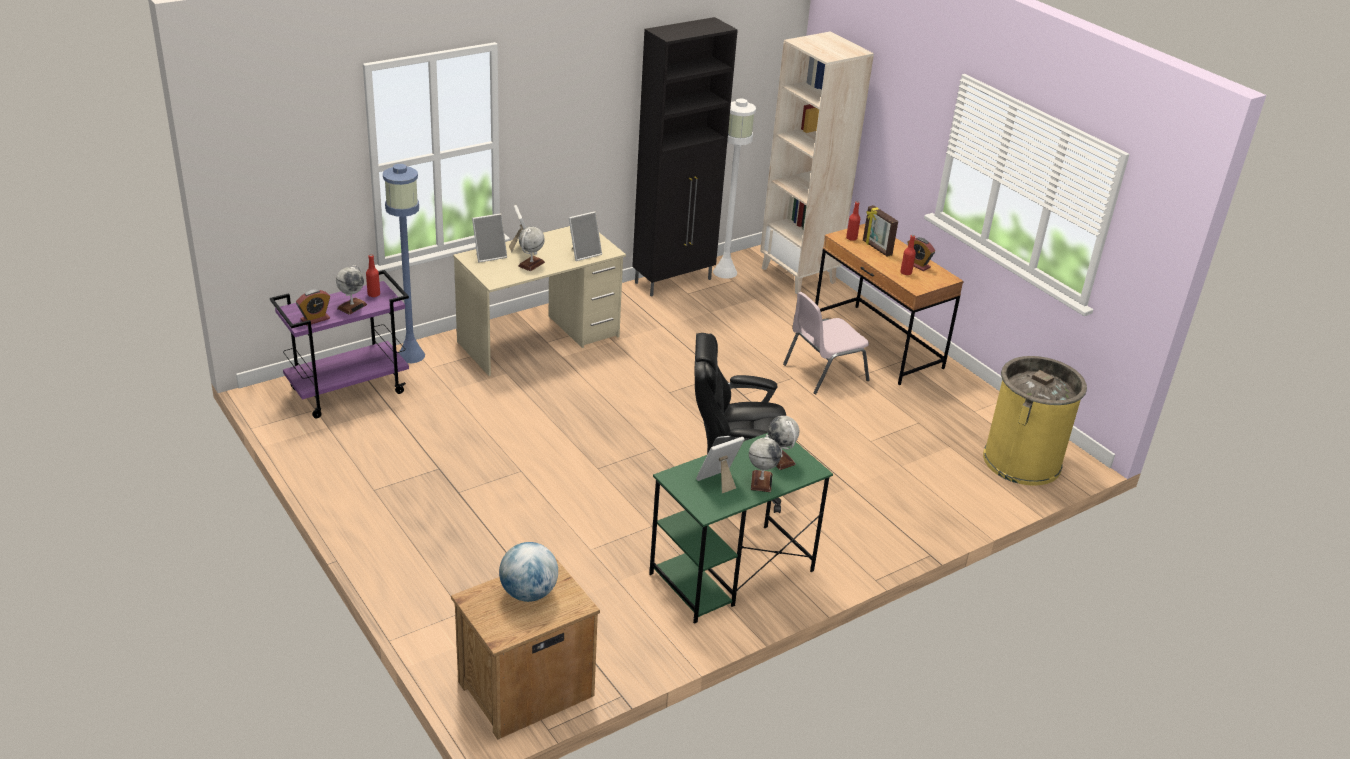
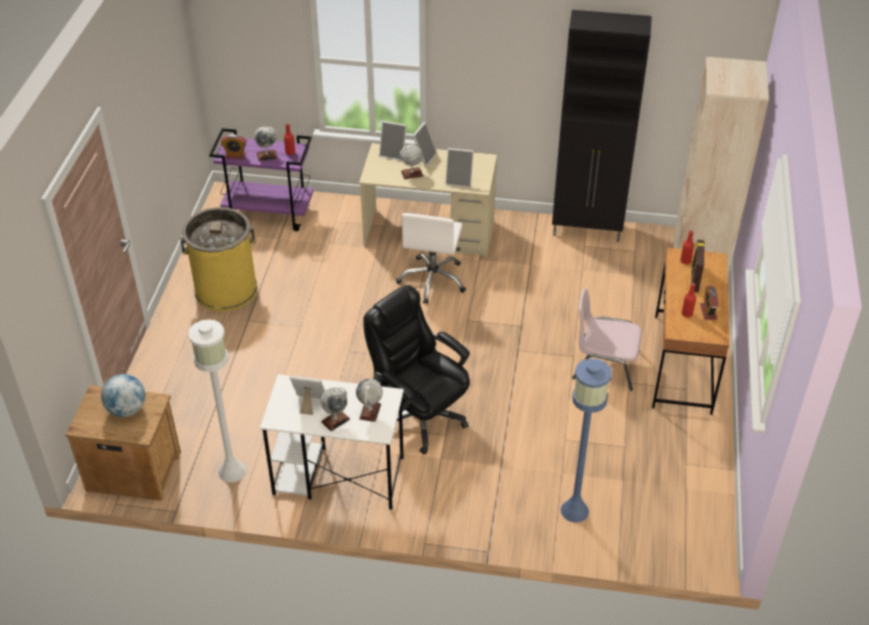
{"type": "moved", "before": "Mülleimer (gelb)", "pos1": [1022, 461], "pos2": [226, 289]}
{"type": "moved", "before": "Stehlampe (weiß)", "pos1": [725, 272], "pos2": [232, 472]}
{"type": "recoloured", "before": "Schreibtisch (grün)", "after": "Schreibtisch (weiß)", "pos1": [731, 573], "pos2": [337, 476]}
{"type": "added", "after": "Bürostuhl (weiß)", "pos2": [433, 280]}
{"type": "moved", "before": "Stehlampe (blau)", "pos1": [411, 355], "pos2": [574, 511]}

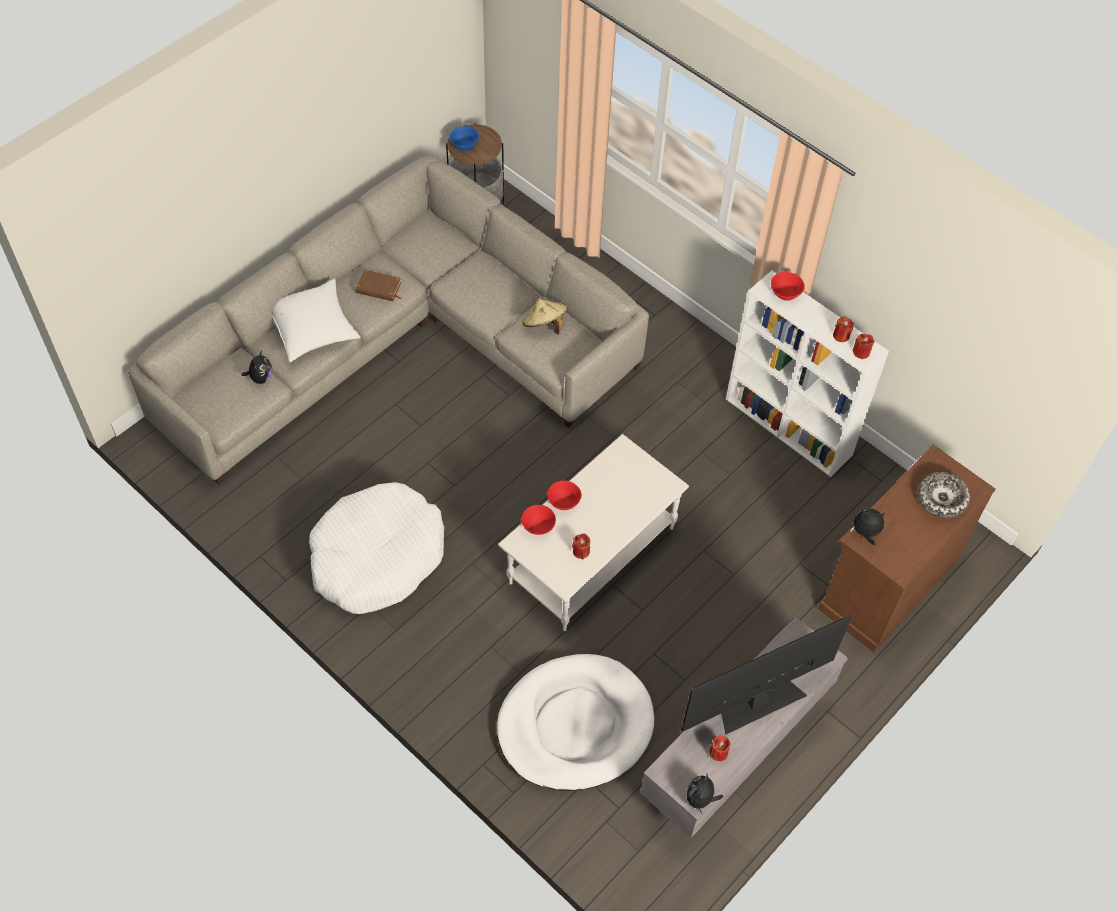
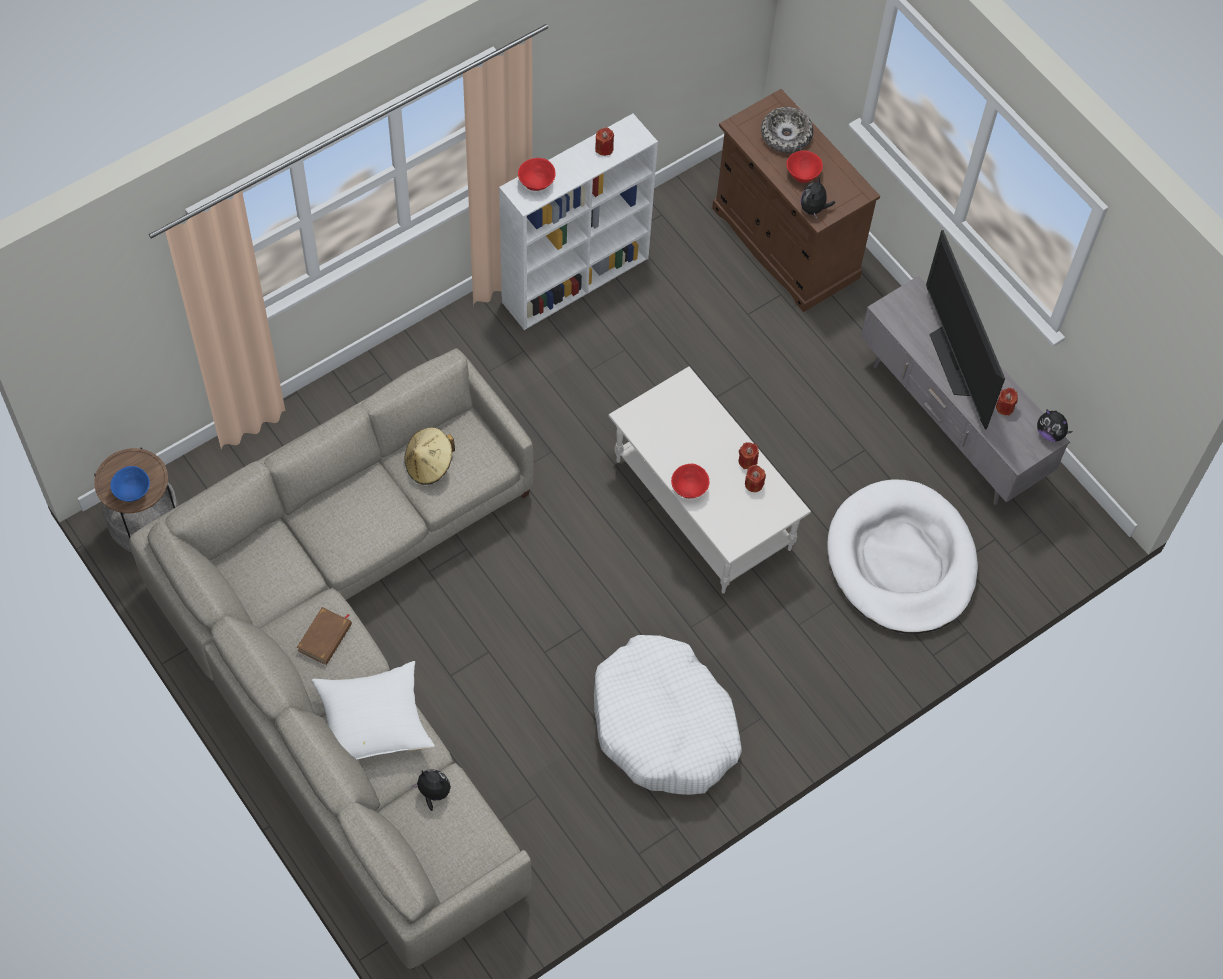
{"type": "moved", "before": "Kerze (rot)", "pos1": [861, 352], "pos2": [747, 461]}
{"type": "moved", "before": "Schüssel (rot)", "pos1": [538, 528], "pos2": [803, 174]}

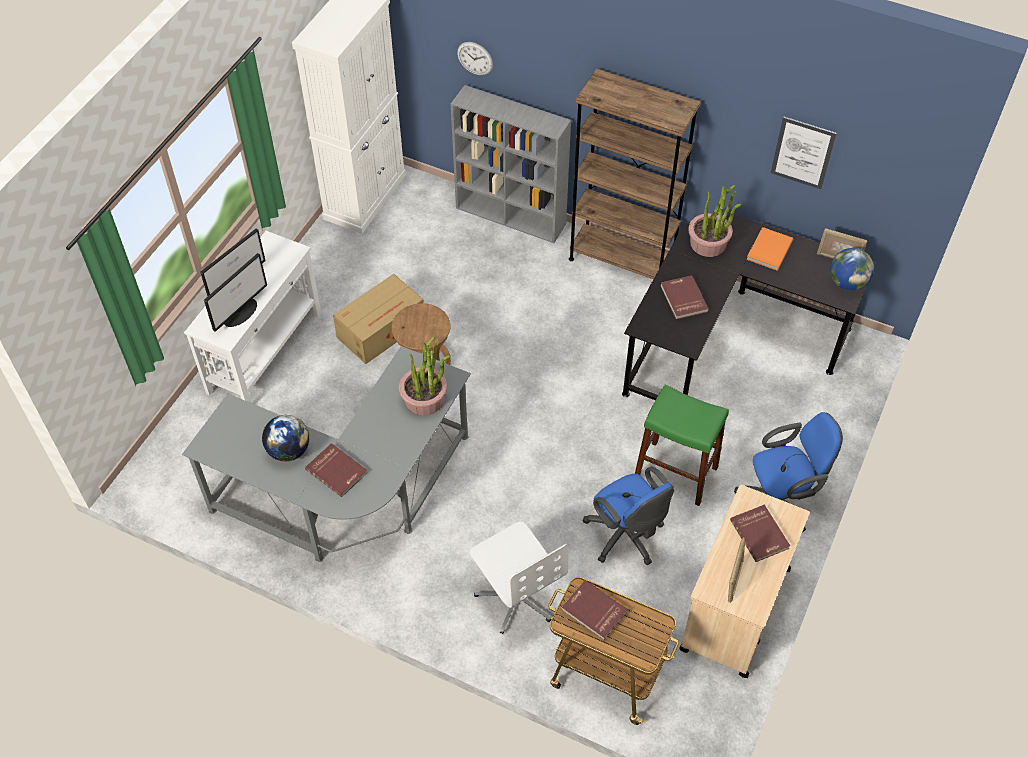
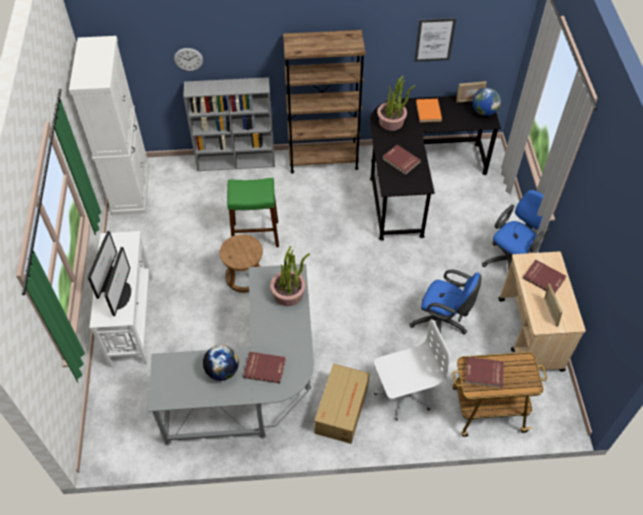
{"type": "moved", "before": "Hocker (grün)", "pos1": [675, 472], "pos2": [255, 234]}
{"type": "moved", "before": "Karton", "pos1": [382, 329], "pos2": [342, 408]}
{"type": "turned", "before": "Bürostuhl (weiß)", "pos1": [517, 596], "pos2": [403, 393], "turn": -45}

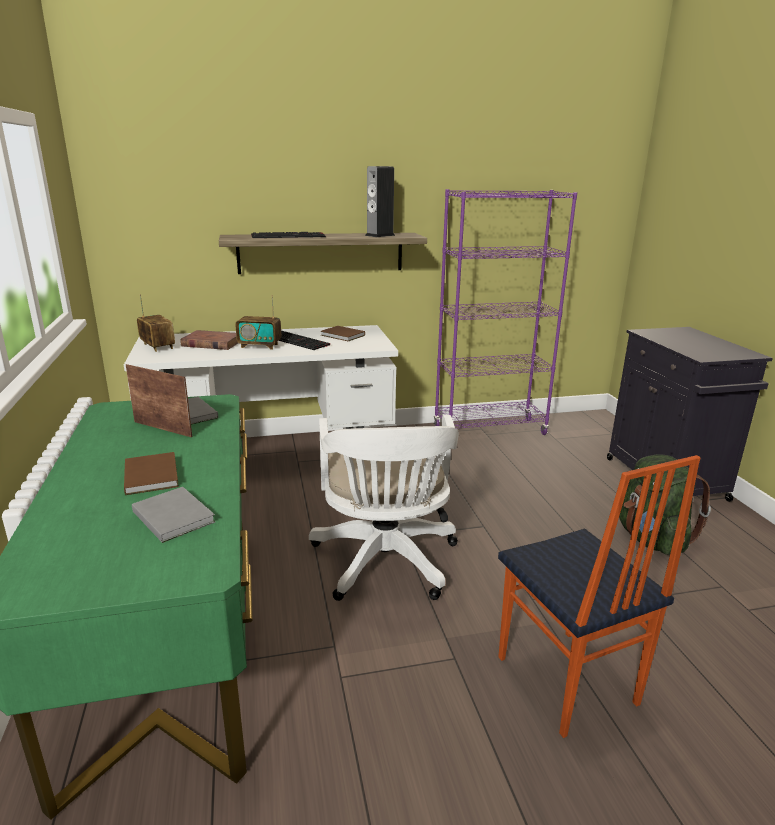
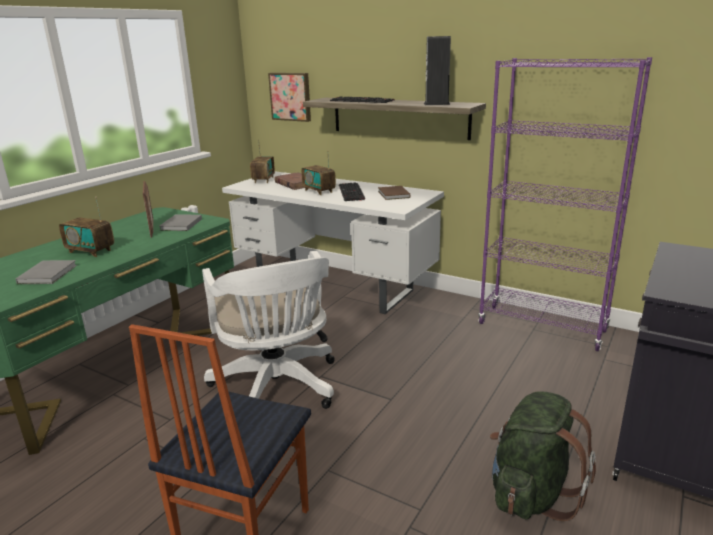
{"type": "replaced", "before": "Buch (braun)", "after": "Radio", "pos1": [152, 475], "pos2": [90, 251]}
{"type": "turned", "before": "Bürostuhl (weiß)", "pos1": [385, 564], "pos2": [277, 389], "turn": -60}
{"type": "added", "after": "Bild", "pos2": [291, 96]}

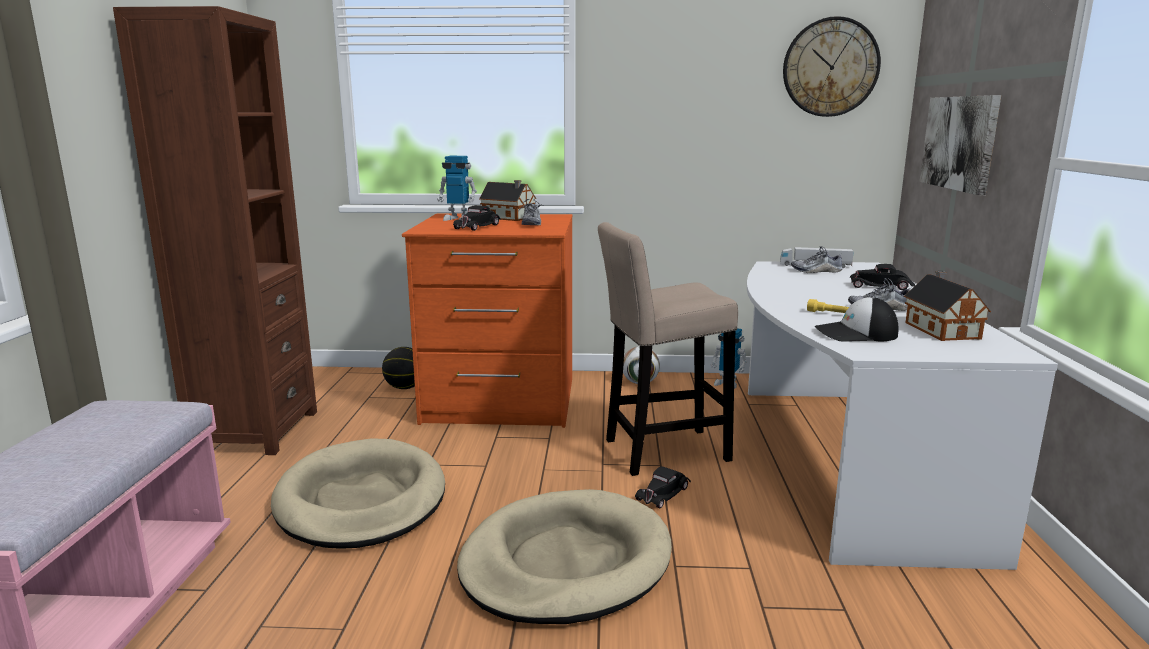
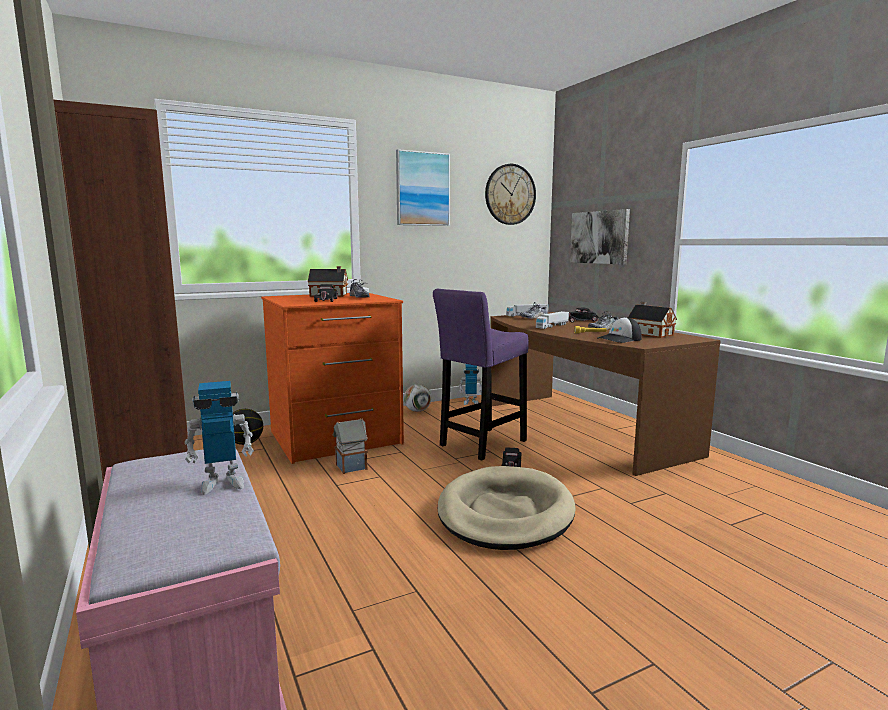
{"type": "moved", "before": "Spielzeugroboter", "pos1": [458, 219], "pos2": [222, 483]}
{"type": "added", "after": "Spielzeughaus", "pos2": [350, 467]}
{"type": "added", "after": "Bild", "pos2": [422, 189]}
{"type": "recoloured", "before": "Hocker (beige)", "after": "Hocker (lila)", "pos1": [660, 451], "pos2": [480, 444]}
{"type": "recoloured", "before": "Schreibtisch (weiß)", "after": "Schreibtisch (braun)", "pos1": [838, 460], "pos2": [578, 429]}
{"type": "added", "after": "Spielzeuglaster", "pos2": [552, 326]}
{"type": "removed", "before": "Hundebett (beige)", "pos1": [361, 500]}

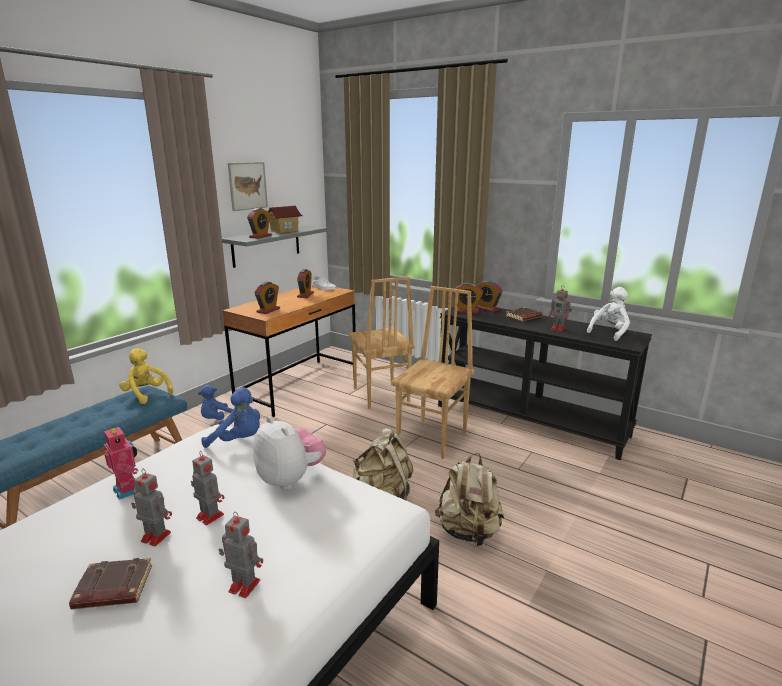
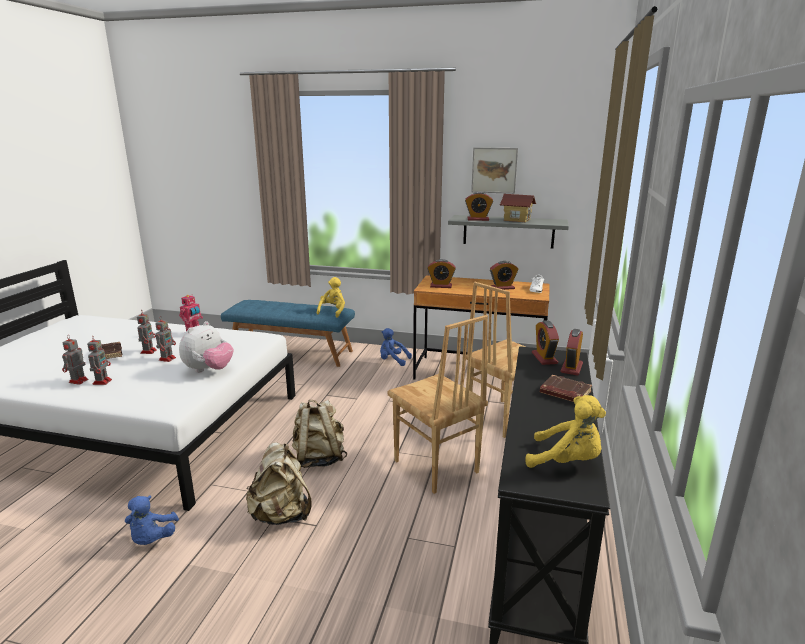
{"type": "moved", "before": "Spielzeugroboter", "pos1": [558, 329], "pos2": [77, 381]}
{"type": "moved", "before": "Plüschtier (blau)", "pos1": [238, 440], "pos2": [152, 539]}
{"type": "turned", "before": "Stuhl (braun)", "pos1": [433, 438], "pos2": [435, 467], "turn": 45}
{"type": "recoloured", "before": "Plüschtier (weiß)", "after": "Plüschtier (gelb)", "pos1": [609, 332], "pos2": [567, 461]}

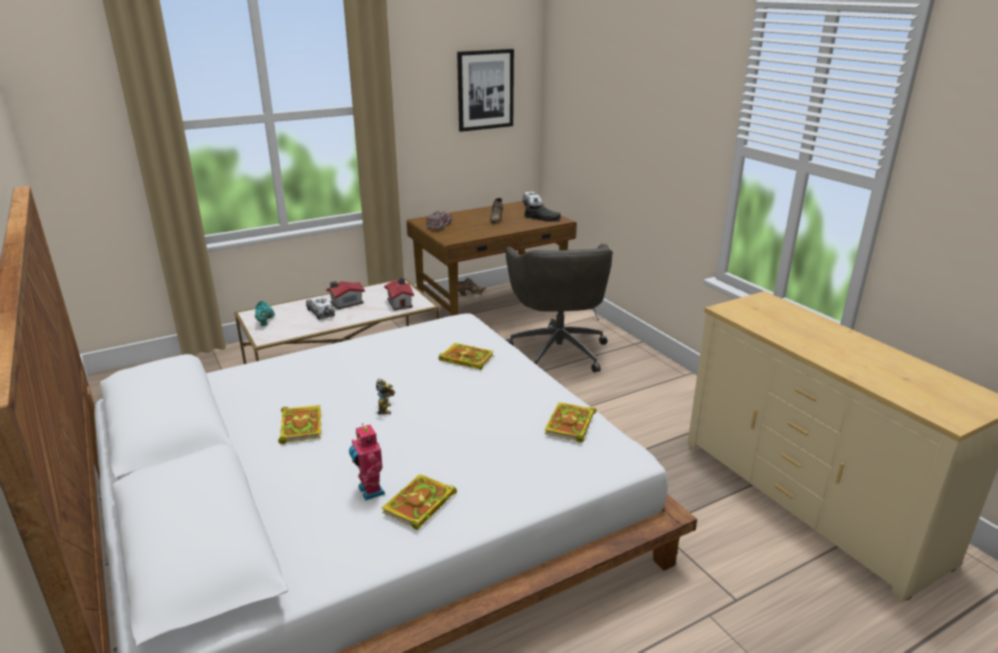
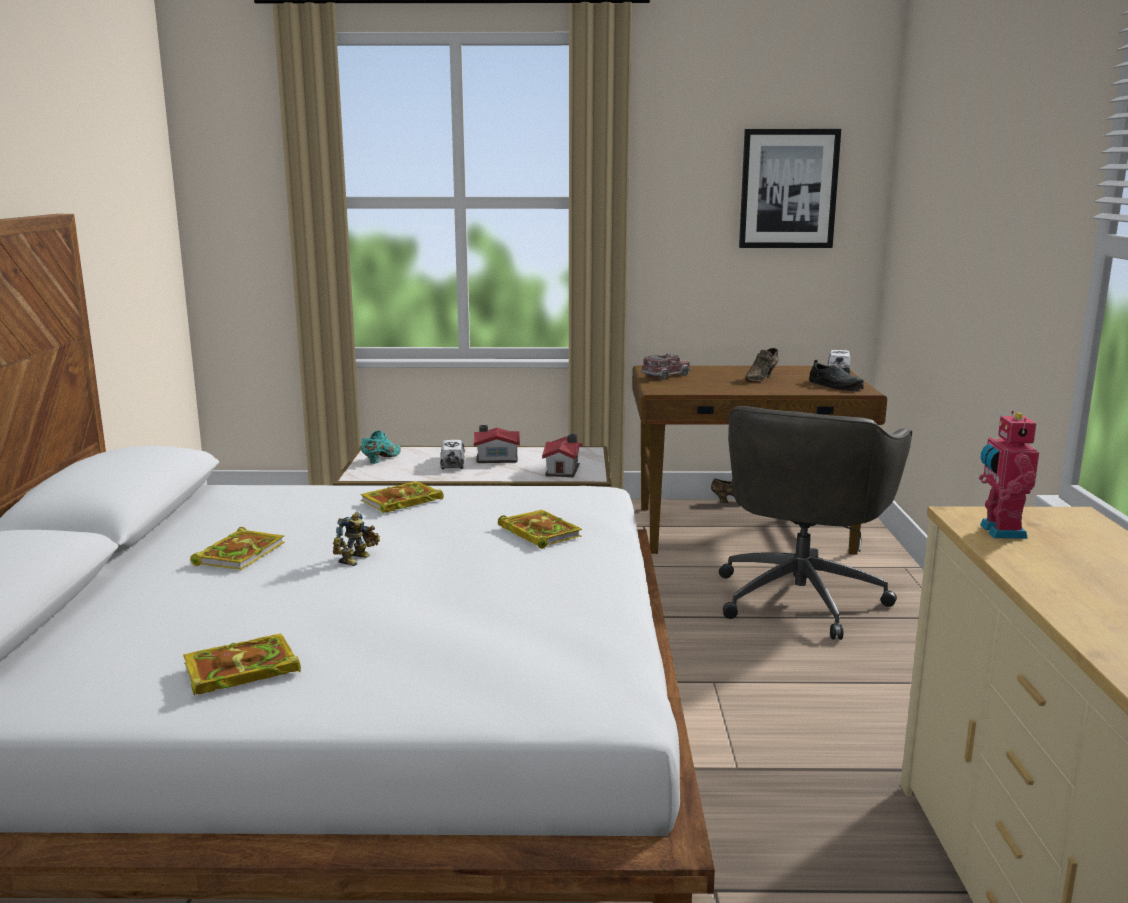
{"type": "moved", "before": "Buch", "pos1": [570, 425], "pos2": [400, 502]}
{"type": "moved", "before": "Spielzeugroboter", "pos1": [369, 491], "pos2": [999, 531]}

